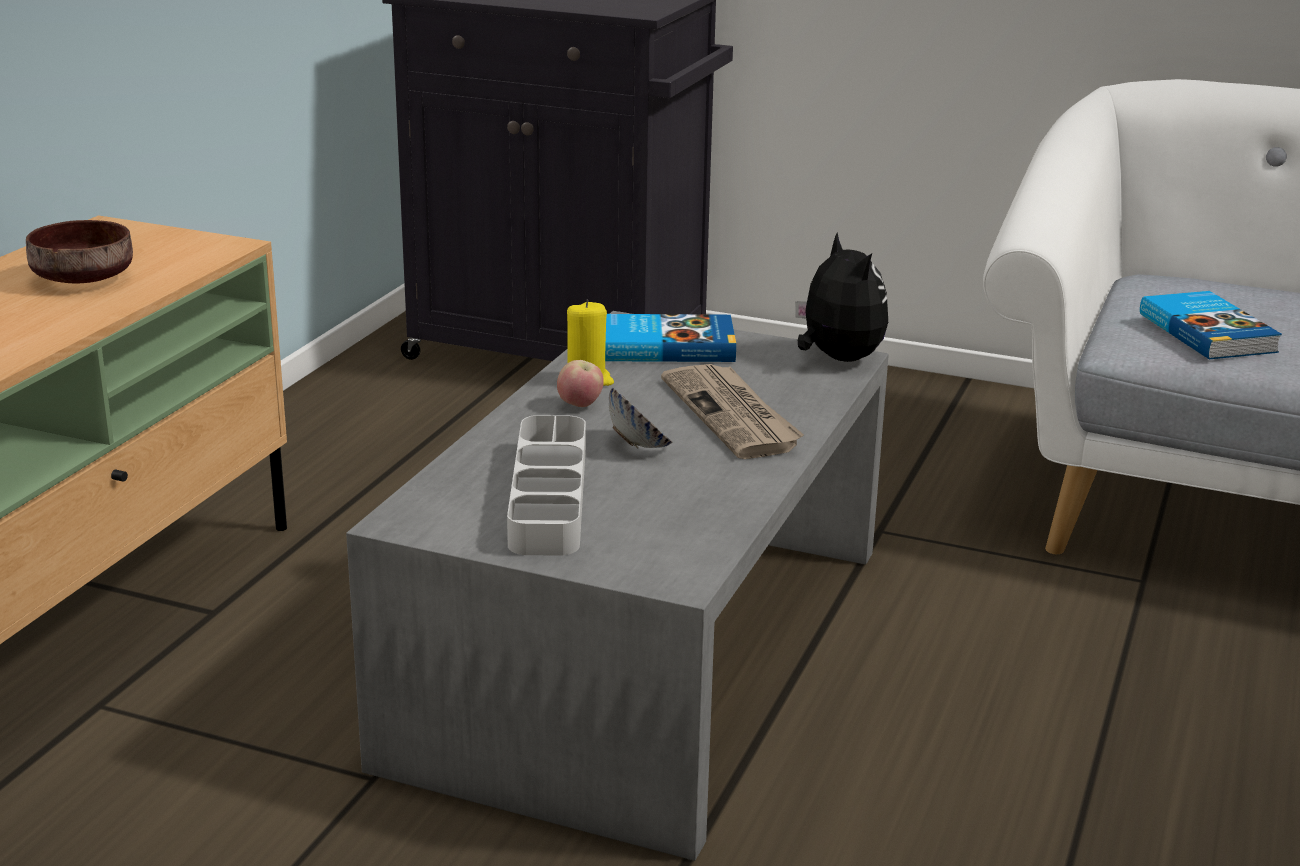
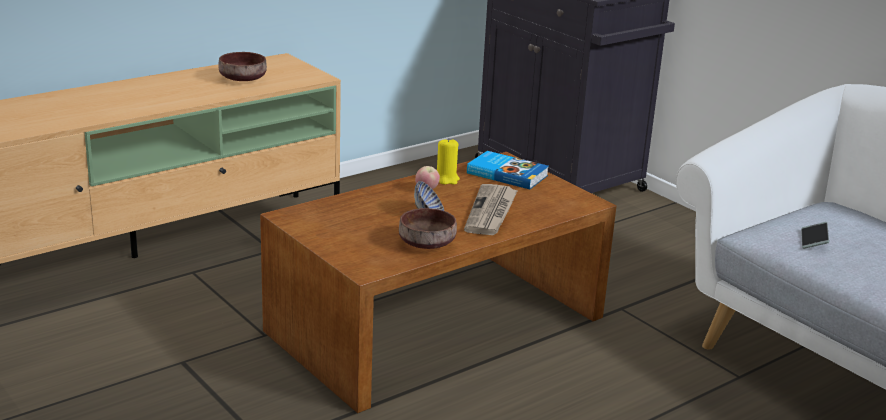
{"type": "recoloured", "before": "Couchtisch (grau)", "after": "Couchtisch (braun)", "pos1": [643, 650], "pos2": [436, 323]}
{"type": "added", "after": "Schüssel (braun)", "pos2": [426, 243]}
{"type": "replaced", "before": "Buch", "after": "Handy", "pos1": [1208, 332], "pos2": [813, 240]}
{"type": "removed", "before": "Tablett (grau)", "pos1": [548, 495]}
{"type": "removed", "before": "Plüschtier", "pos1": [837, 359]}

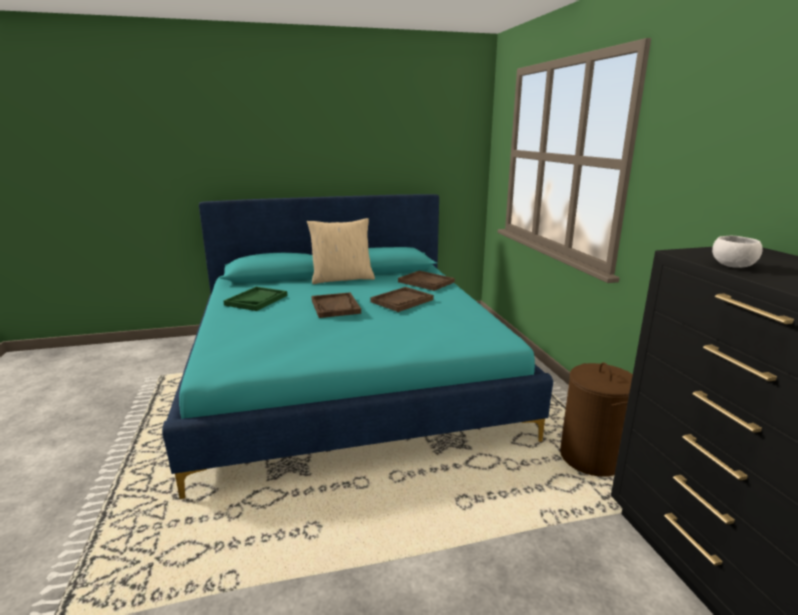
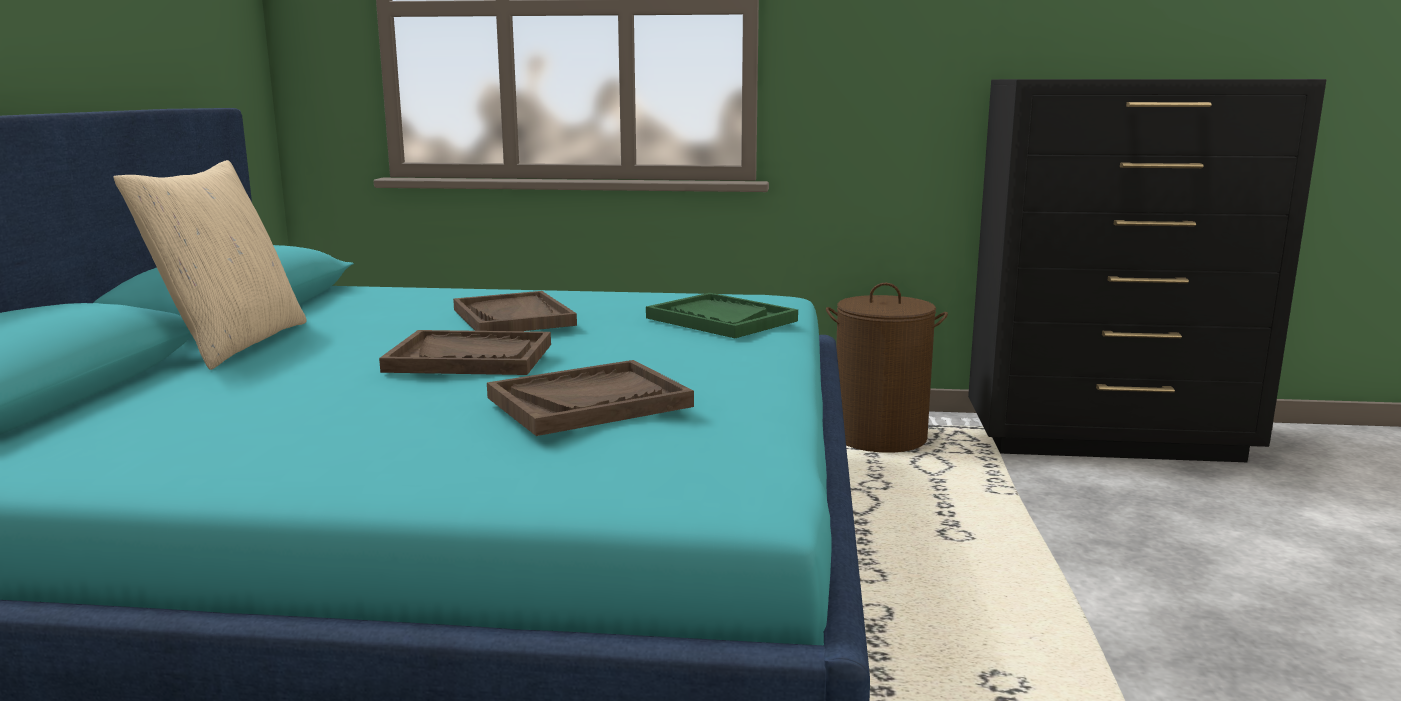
{"type": "moved", "before": "Tablett (braun)", "pos1": [426, 282], "pos2": [589, 402]}
{"type": "moved", "before": "Tablett (grün)", "pos1": [256, 300], "pos2": [720, 319]}
{"type": "removed", "before": "Schüssel (weiß)", "pos1": [731, 266]}

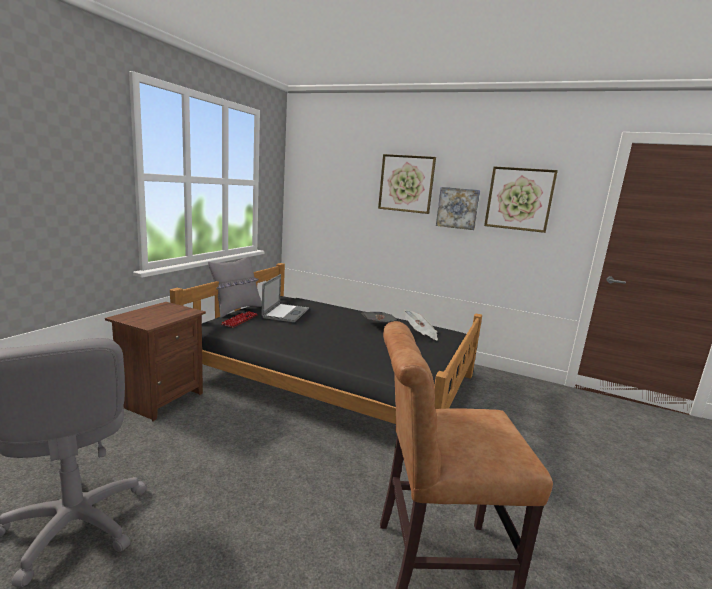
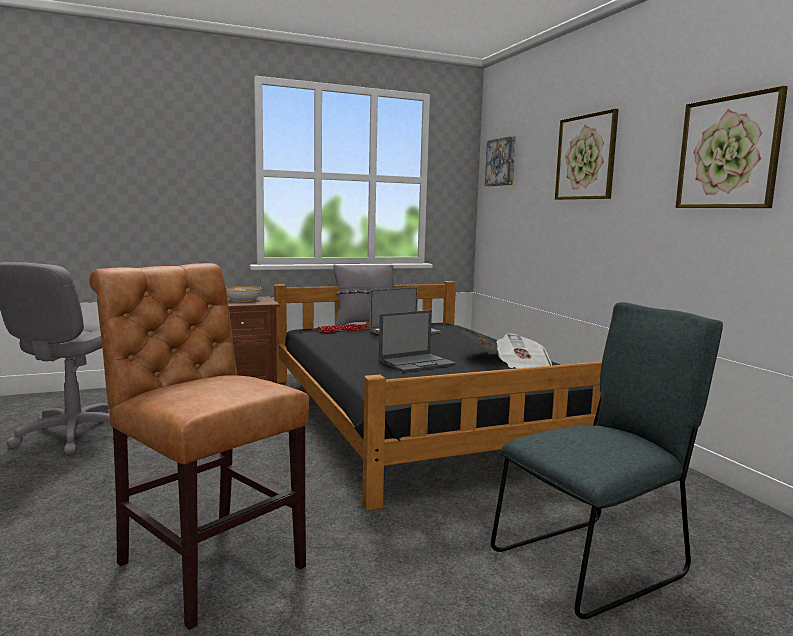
{"type": "added", "after": "Schüssel", "pos2": [242, 299]}
{"type": "added", "after": "Laptop", "pos2": [417, 363]}
{"type": "moved", "before": "Bild", "pos1": [458, 208], "pos2": [502, 162]}
{"type": "added", "after": "Stuhl (grau)", "pos2": [595, 562]}

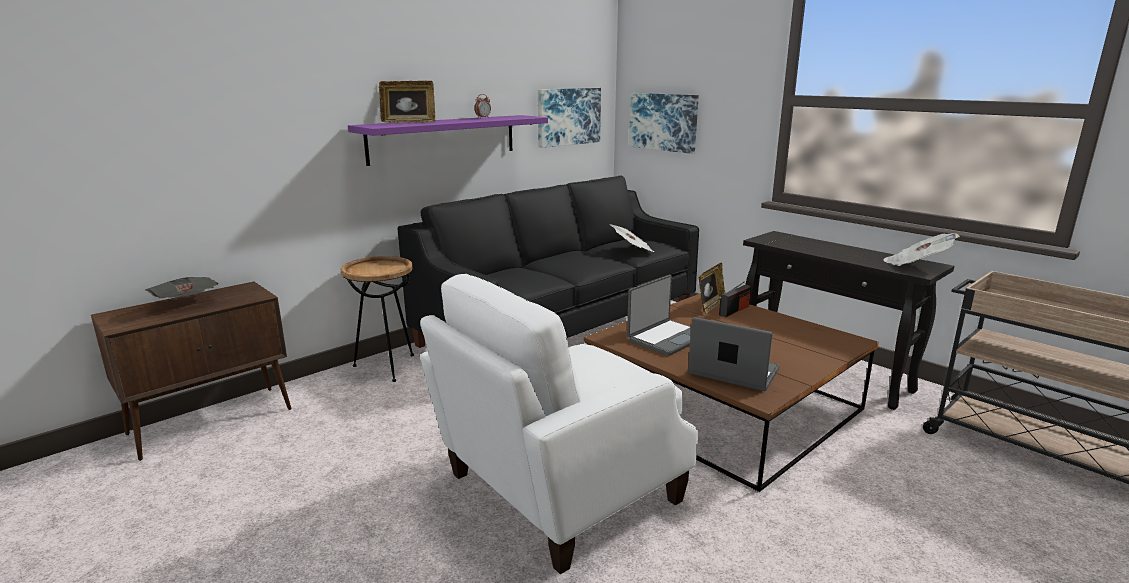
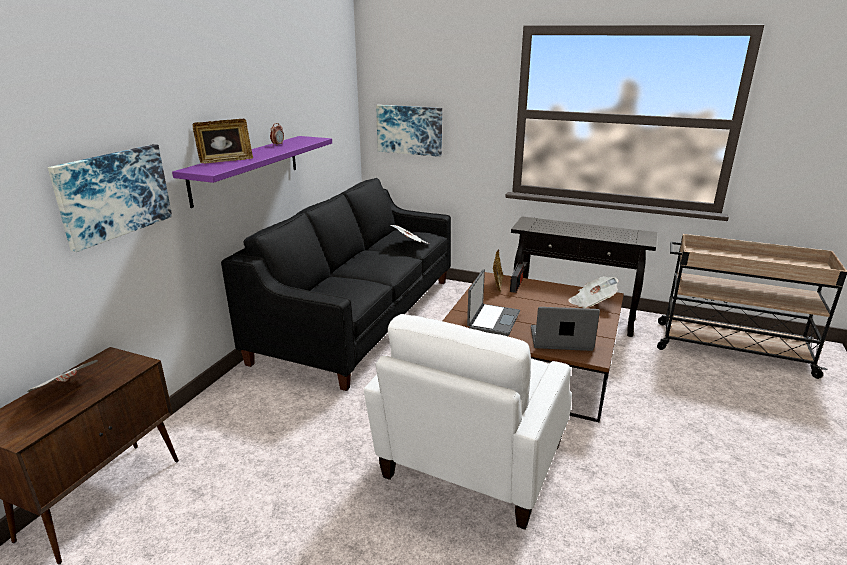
{"type": "moved", "before": "Bild", "pos1": [568, 116], "pos2": [113, 194]}
{"type": "moved", "before": "Zeitung", "pos1": [916, 265], "pos2": [591, 303]}
{"type": "removed", "before": "Beistelltisch (braun)", "pos1": [387, 367]}

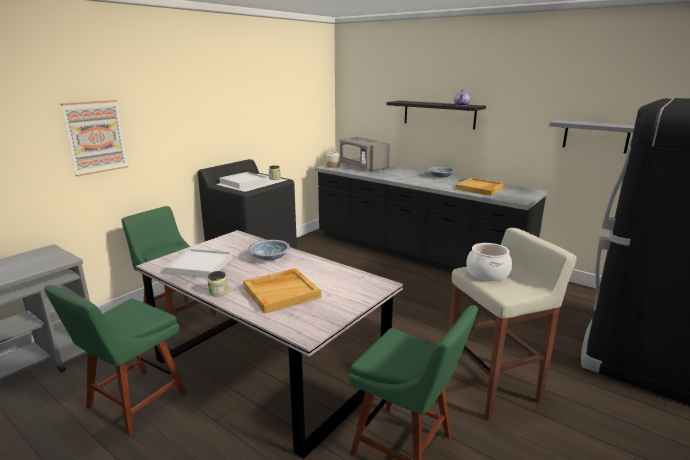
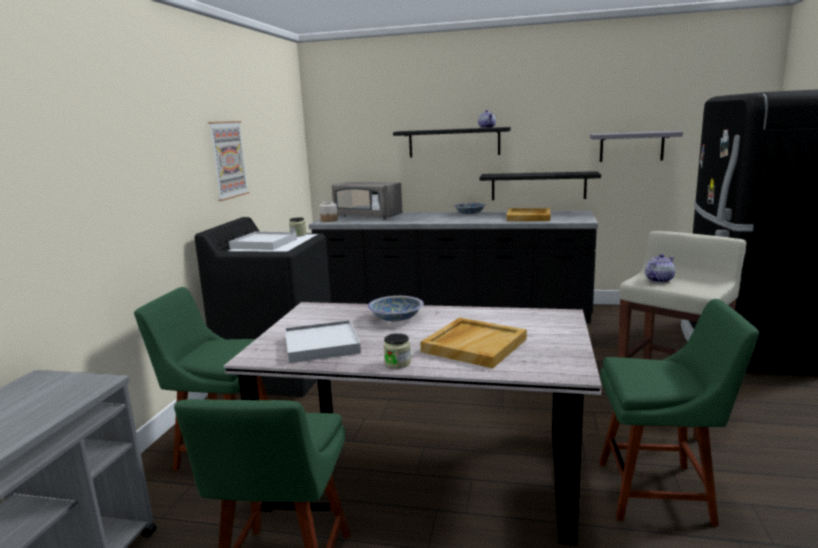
{"type": "moved", "before": "Bild", "pos1": [95, 137], "pos2": [228, 159]}
{"type": "added", "after": "Wandregal (schwarz)", "pos2": [538, 186]}
{"type": "replaced", "before": "Kochtopf", "after": "Teekanne", "pos1": [487, 273], "pos2": [658, 280]}

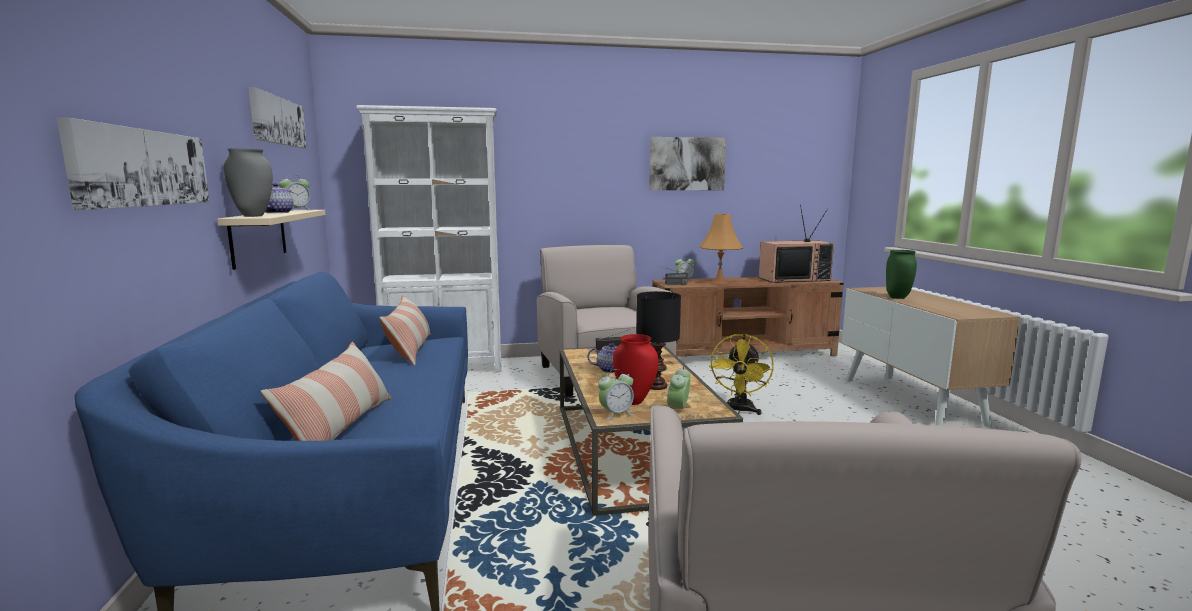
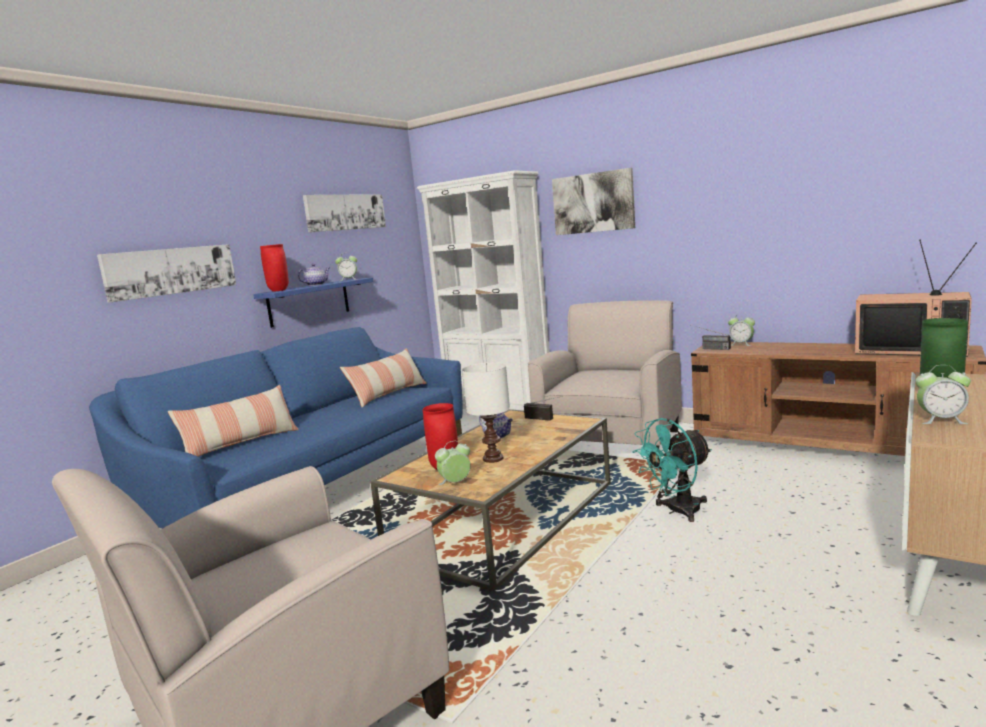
{"type": "recoloured", "before": "Wandregal (beige)", "after": "Wandregal (blau)", "pos1": [259, 237], "pos2": [309, 302]}
{"type": "recoloured", "before": "Vase (grau)", "after": "Vase (rot)", "pos1": [252, 216], "pos2": [278, 290]}
{"type": "recoloured", "before": "Tischlampe (schwarz)", "after": "Tischlampe (weiß)", "pos1": [657, 386], "pos2": [492, 459]}
{"type": "moved", "before": "Bild", "pos1": [687, 164], "pos2": [593, 202]}
{"type": "recoloured", "before": "Ventilator (gelb)", "after": "Ventilator (türkis)", "pos1": [739, 410], "pos2": [677, 511]}
{"type": "moved", "before": "Wecker", "pos1": [616, 414], "pos2": [941, 420]}
{"type": "removed", "before": "Tischlampe (orange)", "pos1": [719, 283]}

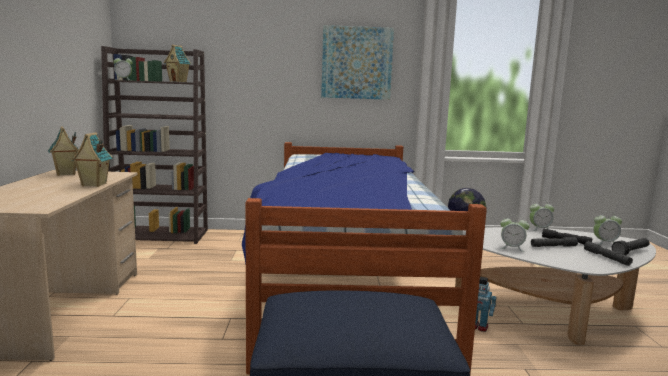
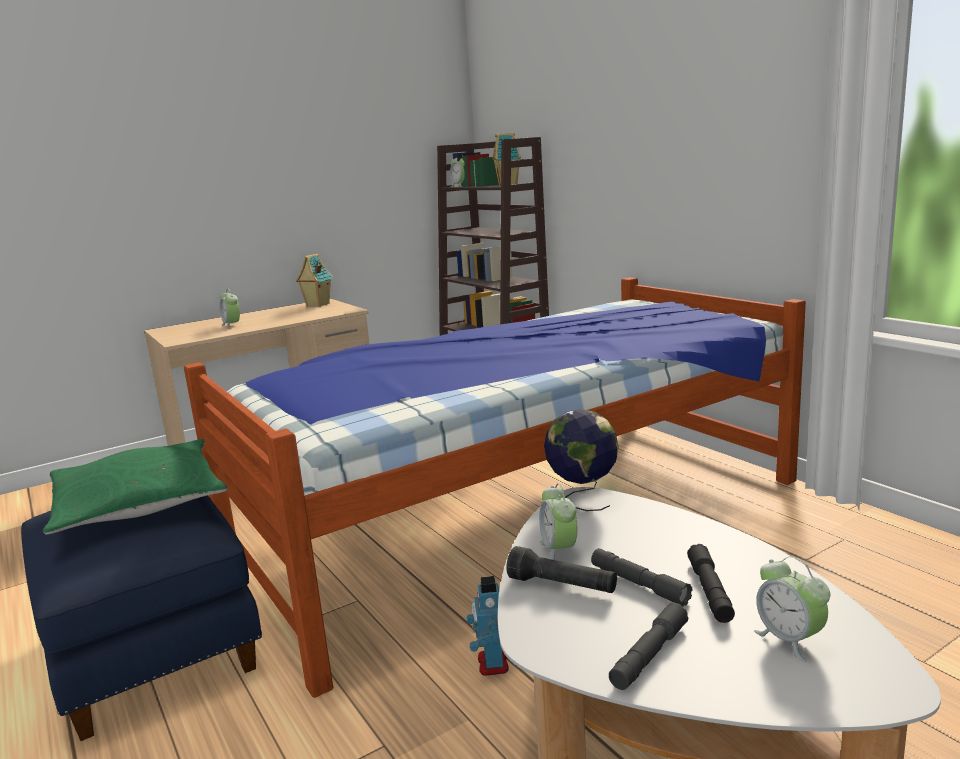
{"type": "added", "after": "Kissen (grün)", "pos2": [139, 502]}
{"type": "moved", "before": "Wecker", "pos1": [539, 229], "pos2": [232, 325]}
{"type": "moved", "before": "Taschenlampe (schwarz)", "pos1": [631, 252], "pos2": [562, 586]}
{"type": "removed", "before": "Spielzeughaus", "pos1": [93, 185]}
{"type": "removed", "before": "Bild", "pos1": [356, 63]}

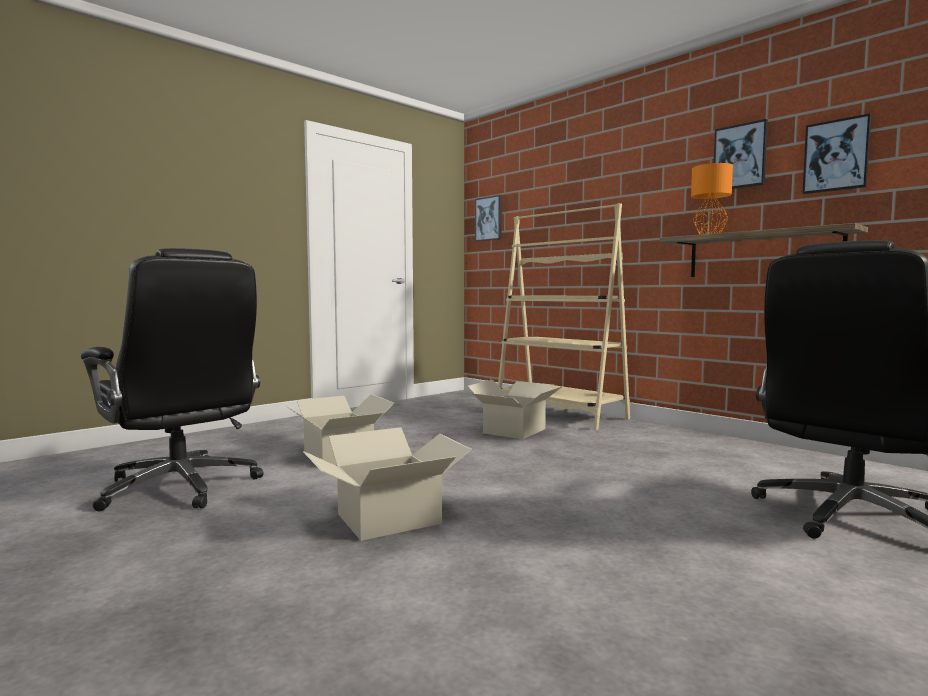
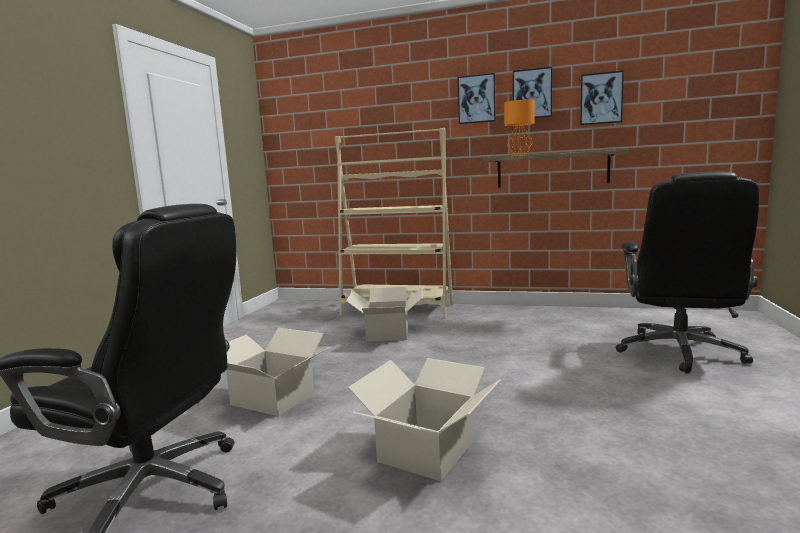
{"type": "moved", "before": "Bild", "pos1": [489, 219], "pos2": [476, 99]}

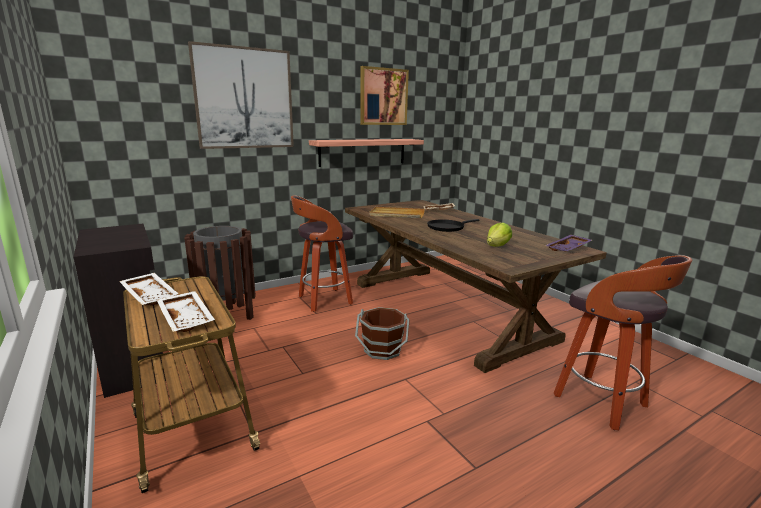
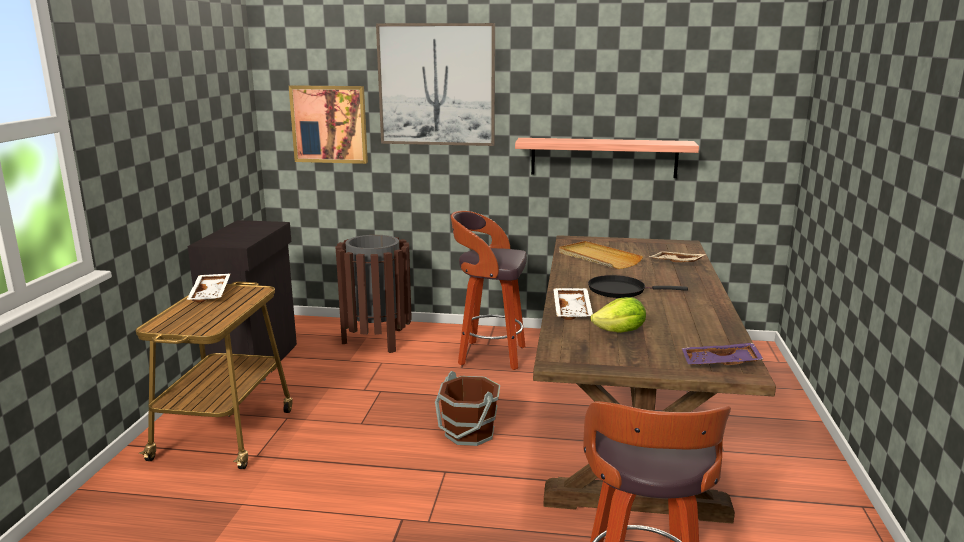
{"type": "moved", "before": "Bild", "pos1": [383, 97], "pos2": [329, 124]}
{"type": "moved", "before": "Tablett (weiß)", "pos1": [187, 318], "pos2": [573, 310]}

